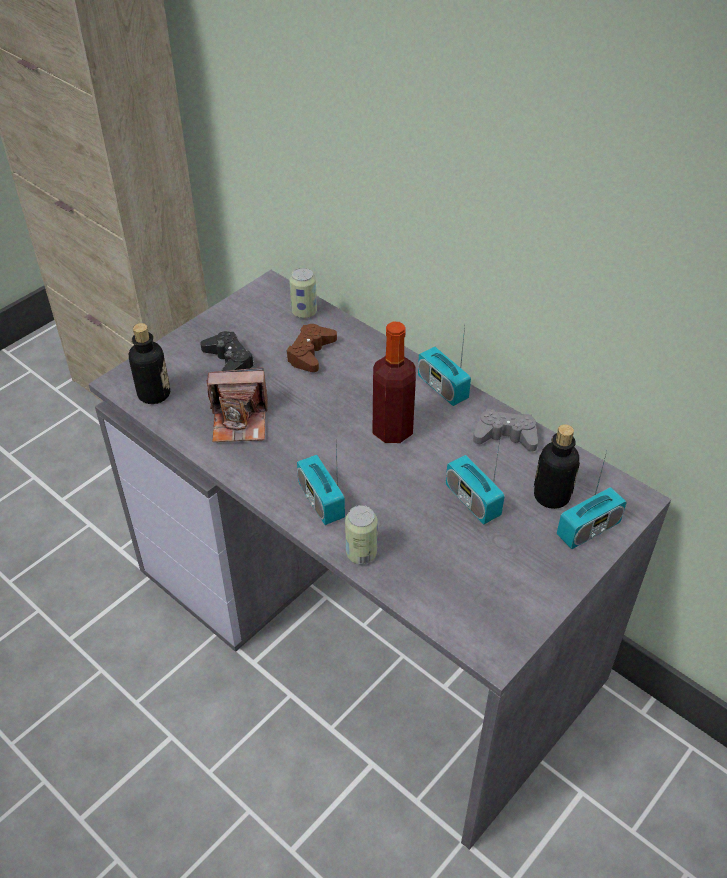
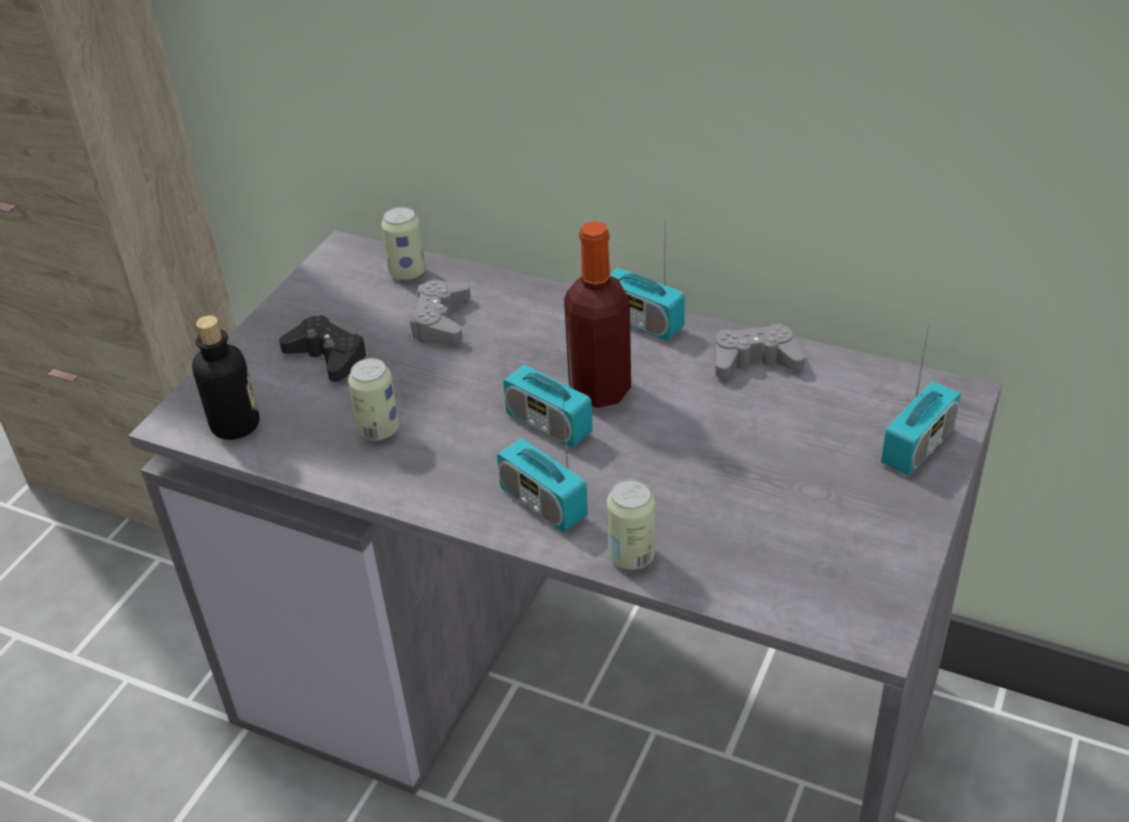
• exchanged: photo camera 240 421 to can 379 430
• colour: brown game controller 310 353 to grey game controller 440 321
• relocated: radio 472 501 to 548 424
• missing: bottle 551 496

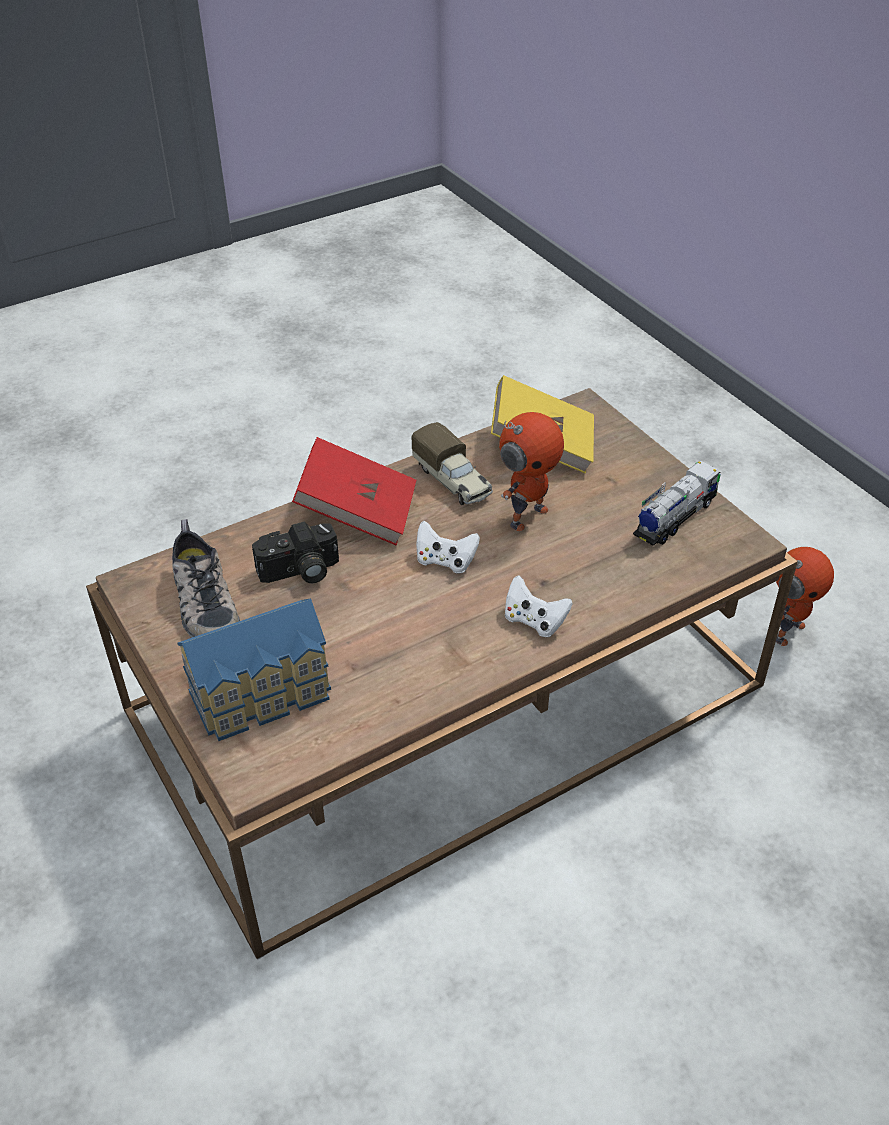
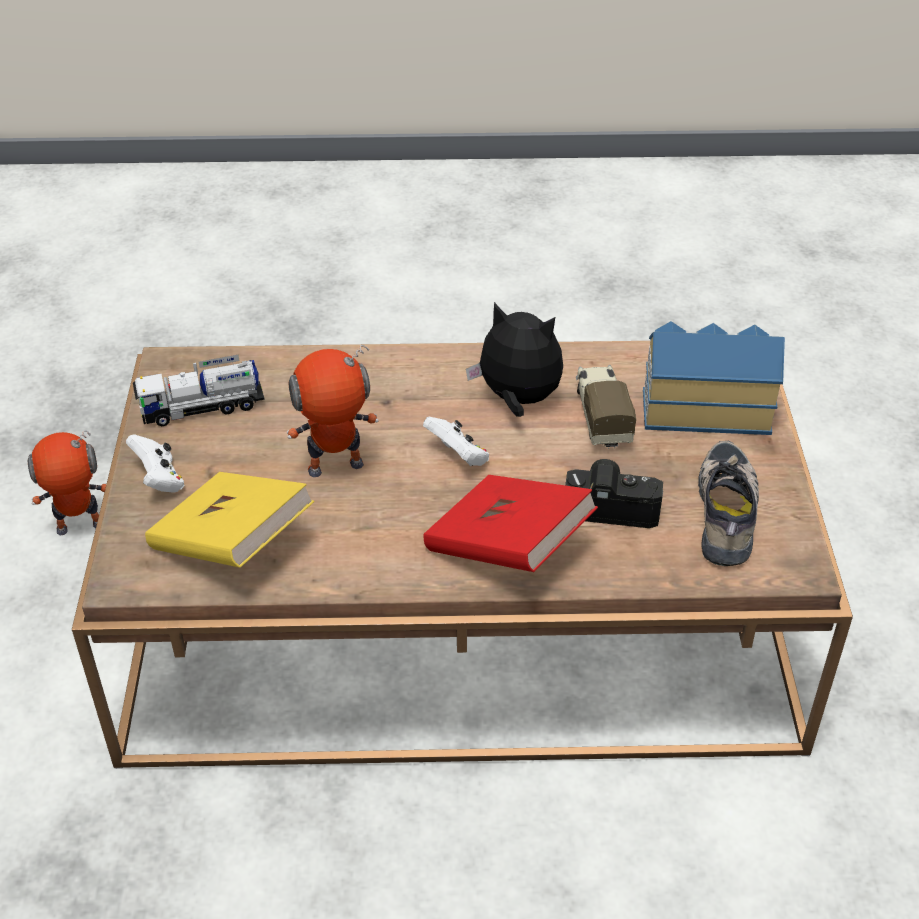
• relocated: white game controller 534 621 to 159 480
• appeared: plush toy 517 400
• relocated: toy truck 453 481 to 602 415

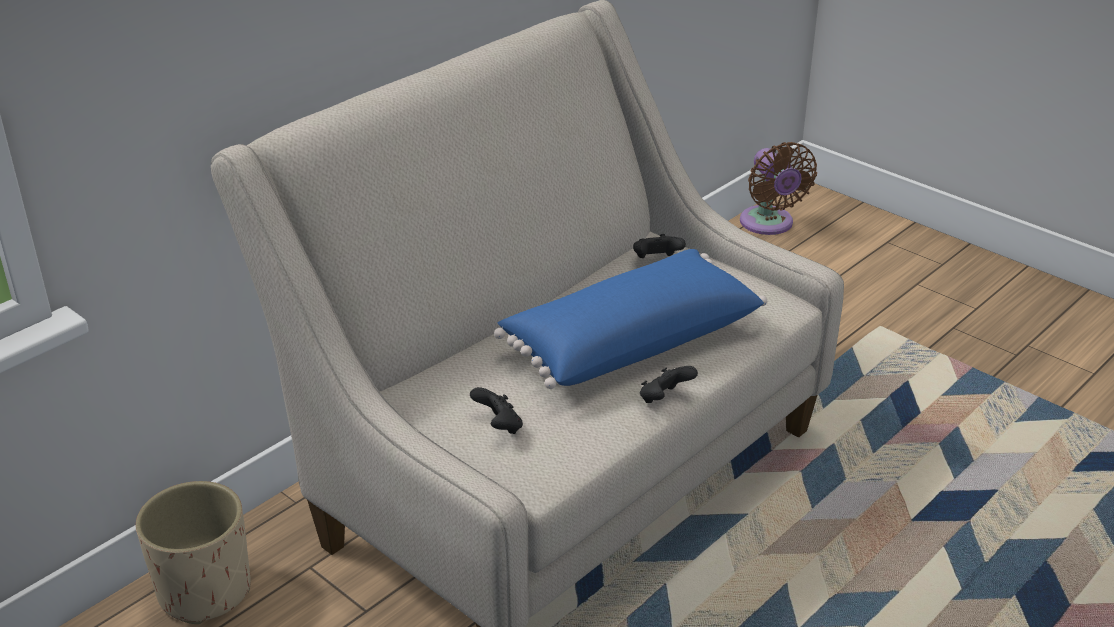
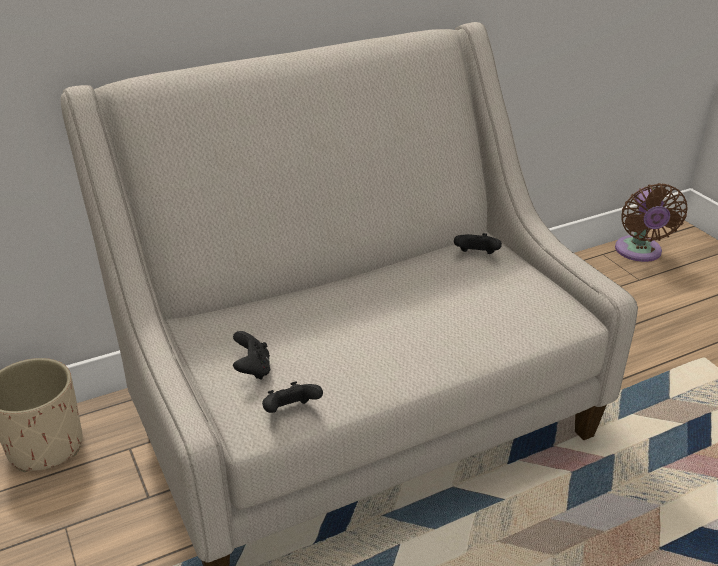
• relocated: black game controller 664 399 to 291 412
• missing: blue pillow 629 341

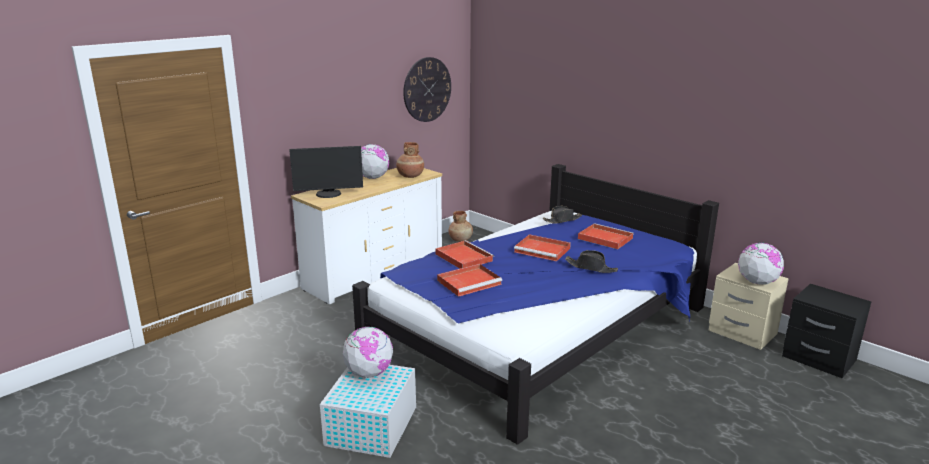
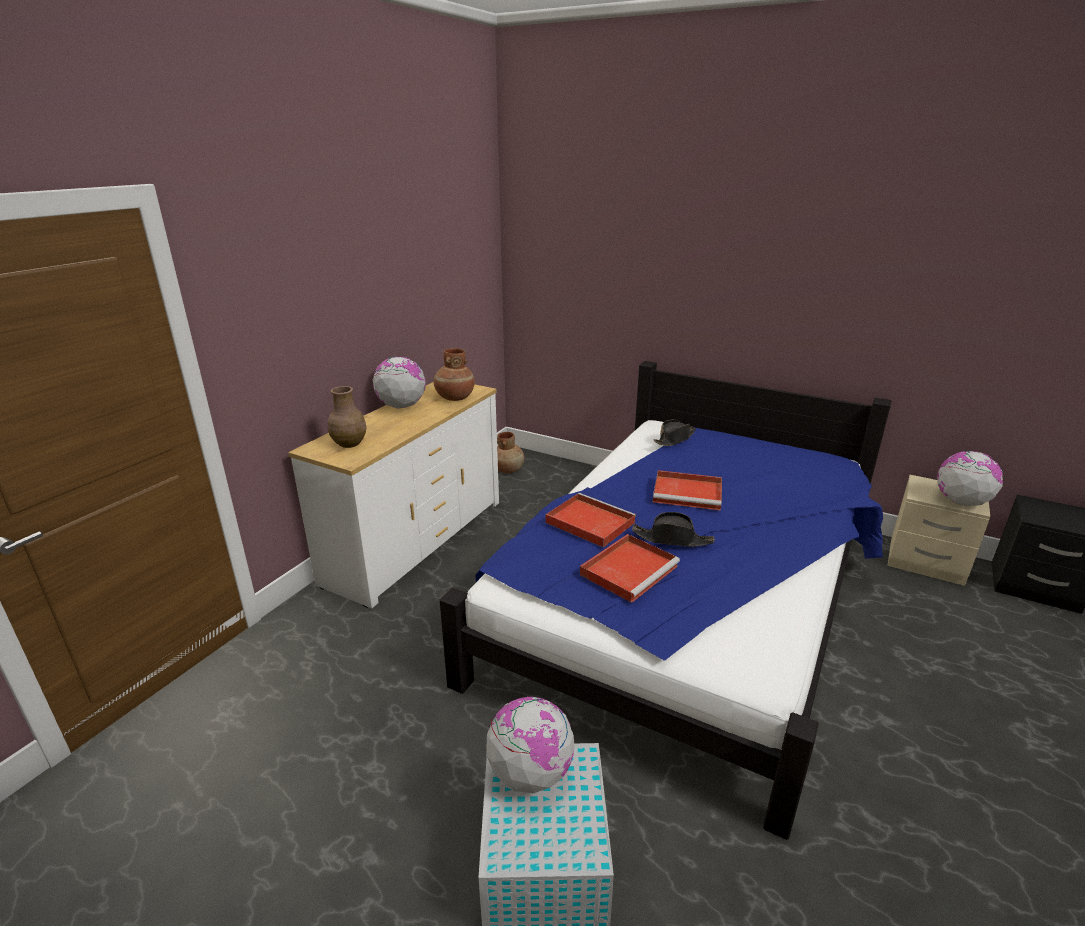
• exchanged: monitor 328 194 to brown vase 350 443
• relocated: black hat 591 267 to 672 539
• missing: wall clock 427 89
• missing: red tray 604 238

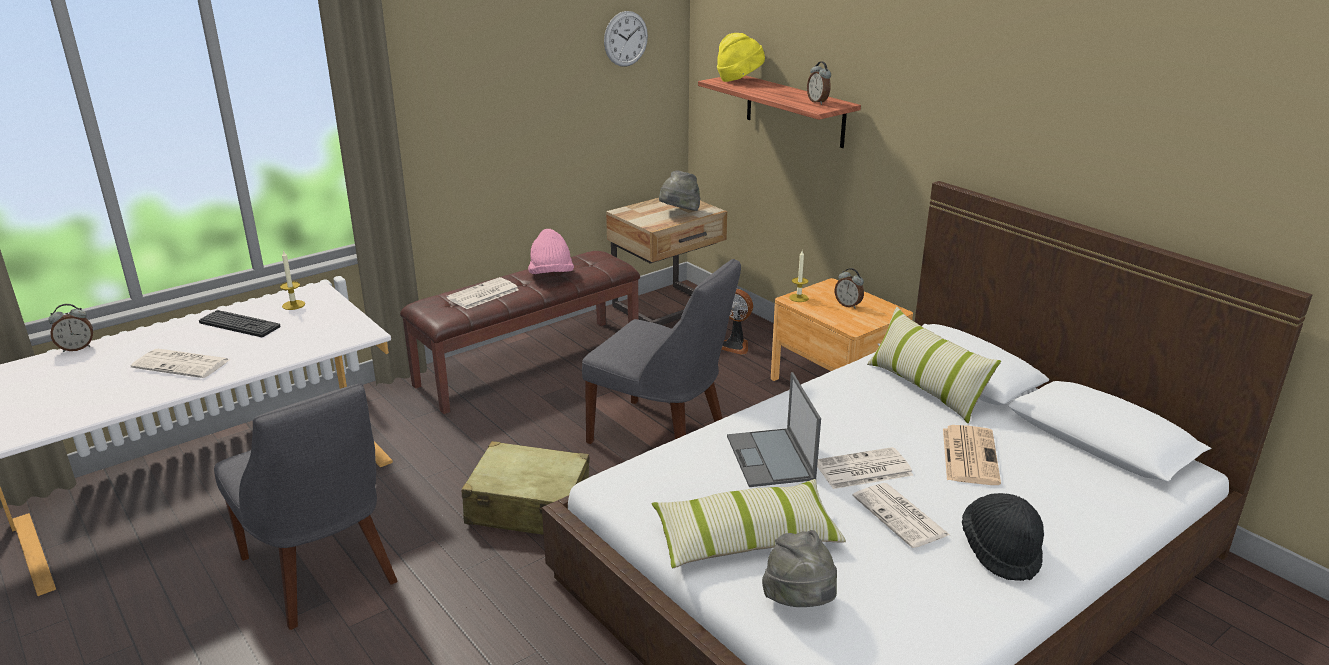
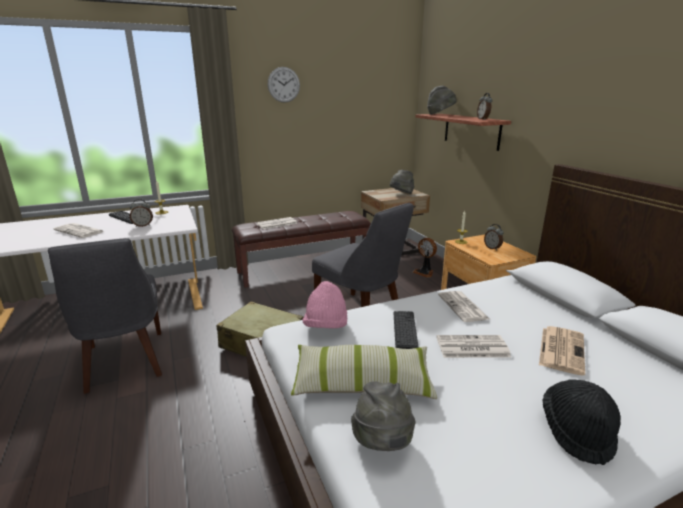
• relocated: alarm clock 77 348 to 143 225
• relocated: wall clock 625 39 to 283 84
• relocated: pink hat 551 275 to 326 326
• exchanged: laptop 771 458 to keyboard 405 330
• colour: yellow hat 739 80 to grey hat 440 114
• relocated: newspaper 901 516 to 463 307
• missing: pillow 925 388

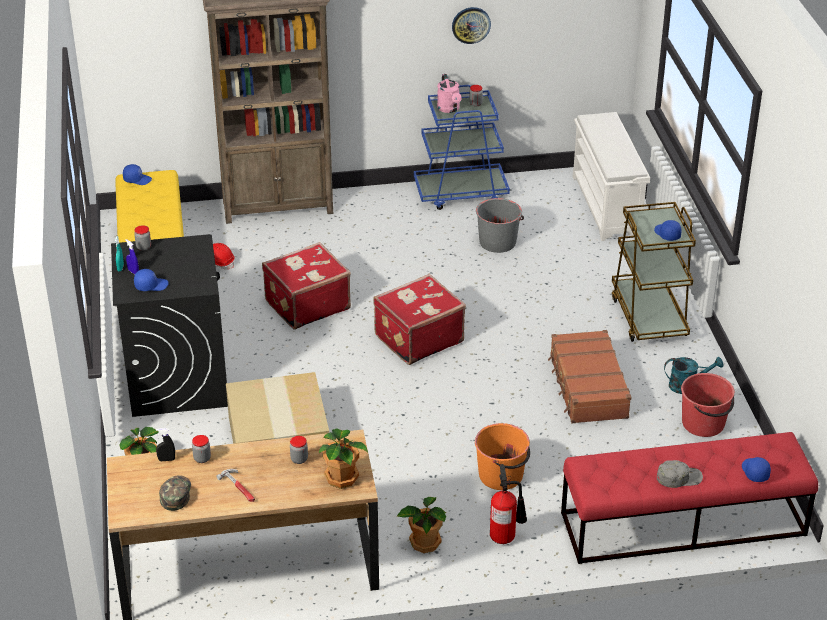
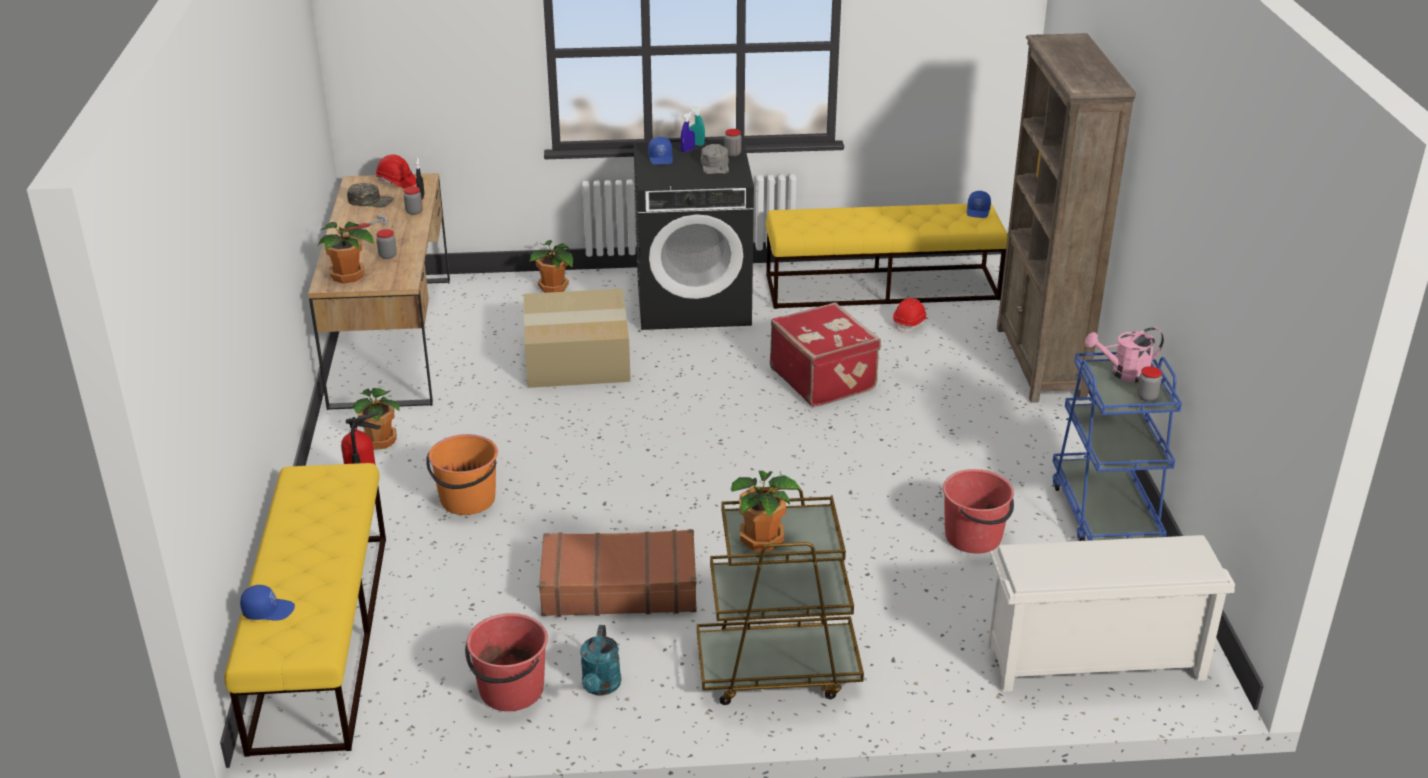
• colour: red bench 682 524 to yellow bench 321 637
• appeared: red hard hat 396 182
• relocated: grey cap 679 477 to 715 165
• exchanged: blue cap 666 234 to potted plant 763 539
• colour: grey bucket 498 242 to red bucket 974 537
• missing: red suitcase 417 338
• missing: wall clock 471 25

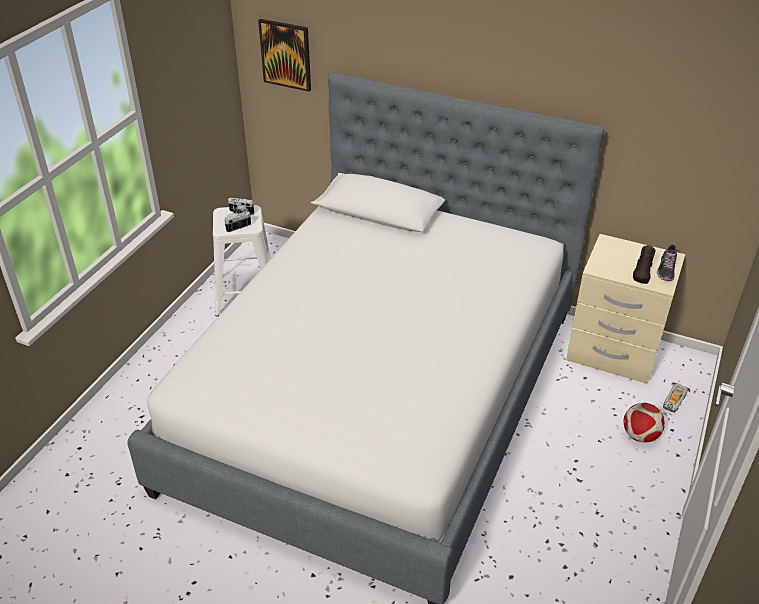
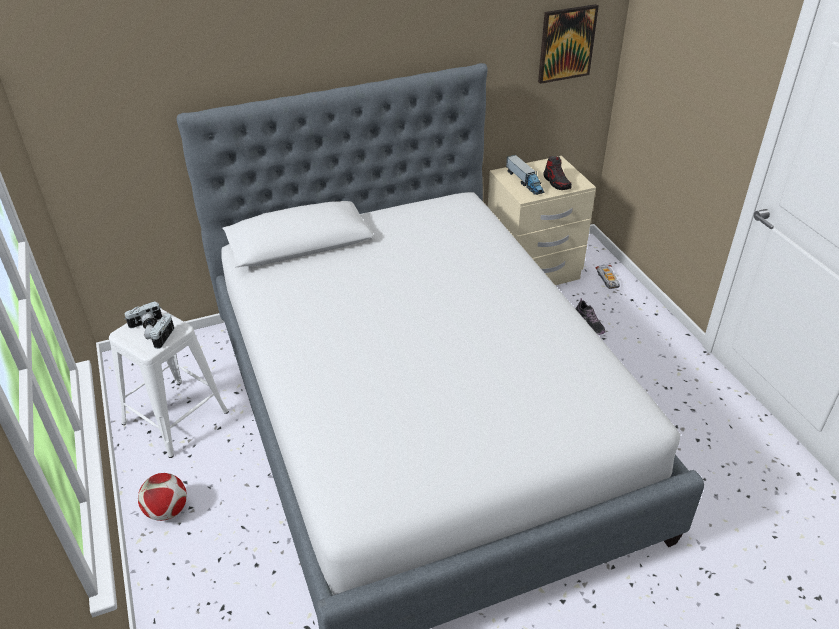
• relocated: football 640 435 to 167 510
• appeared: toy truck 524 181
• relocated: picture 286 54 to 566 43
• relocated: shoe 666 269 to 588 324

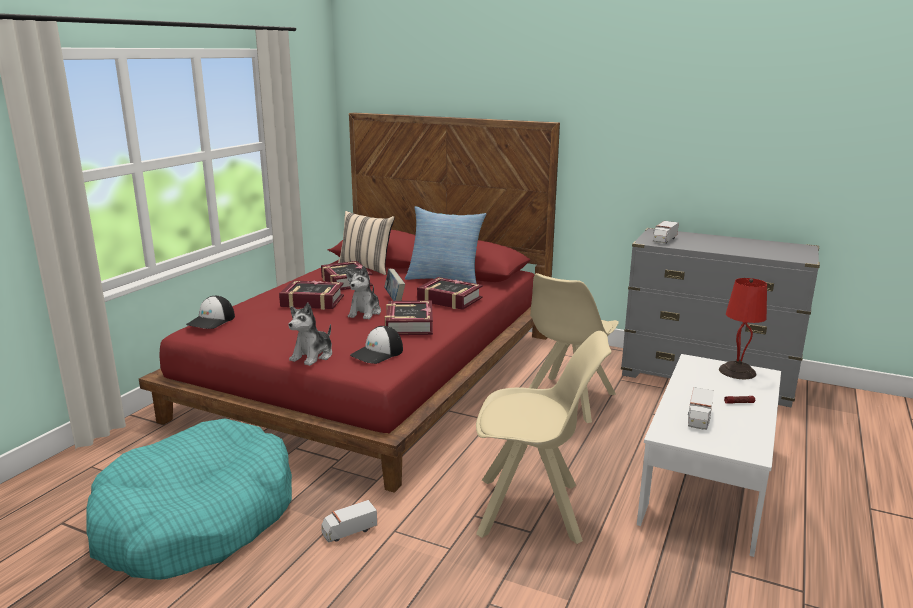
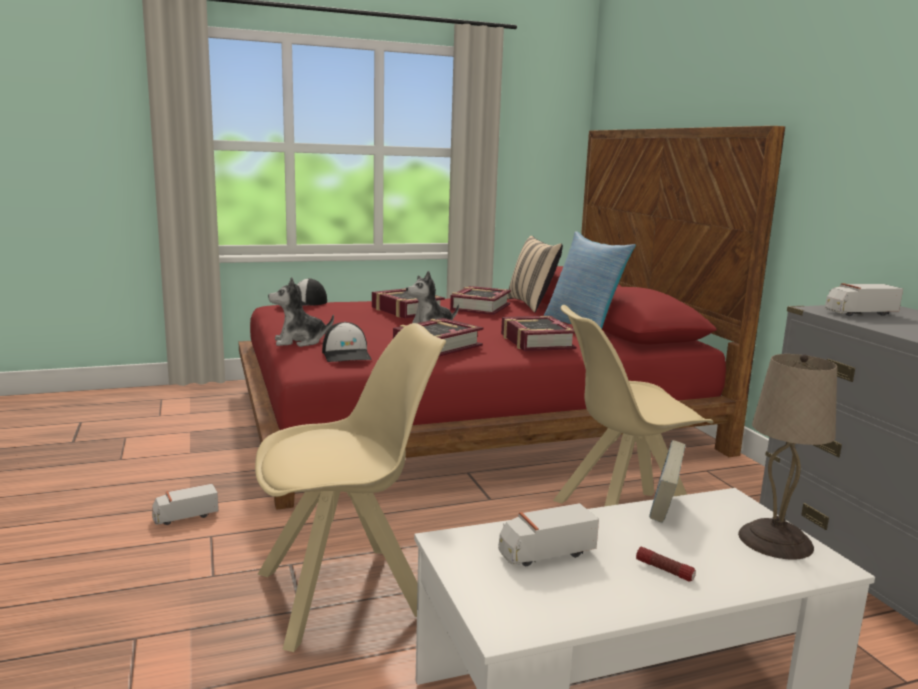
• spun: toy truck 349 531 = 185 516 45 degrees counterclockwise
• spun: beige chair 533 510 = 347 593 75 degrees counterclockwise
• spun: cap 377 353 = 347 355 105 degrees counterclockwise
• relocated: book 394 299 to 664 508
• colour: red table lamp 736 371 to beige table lamp 775 540
• missing: turquoise dog bed 196 519

